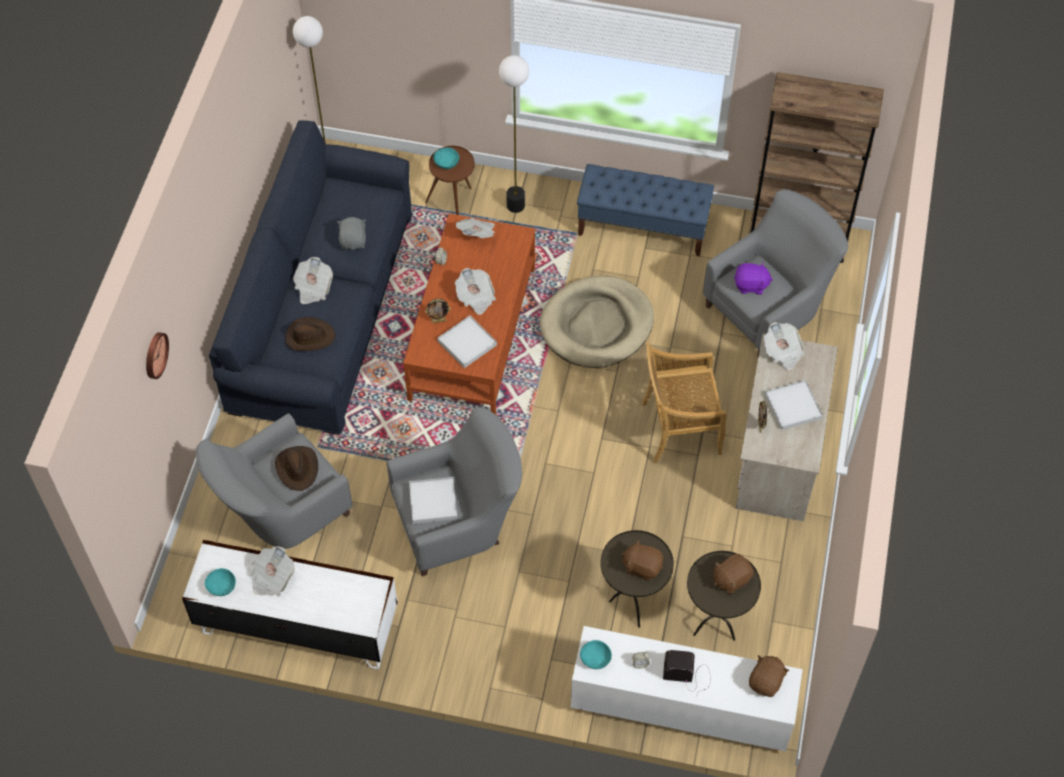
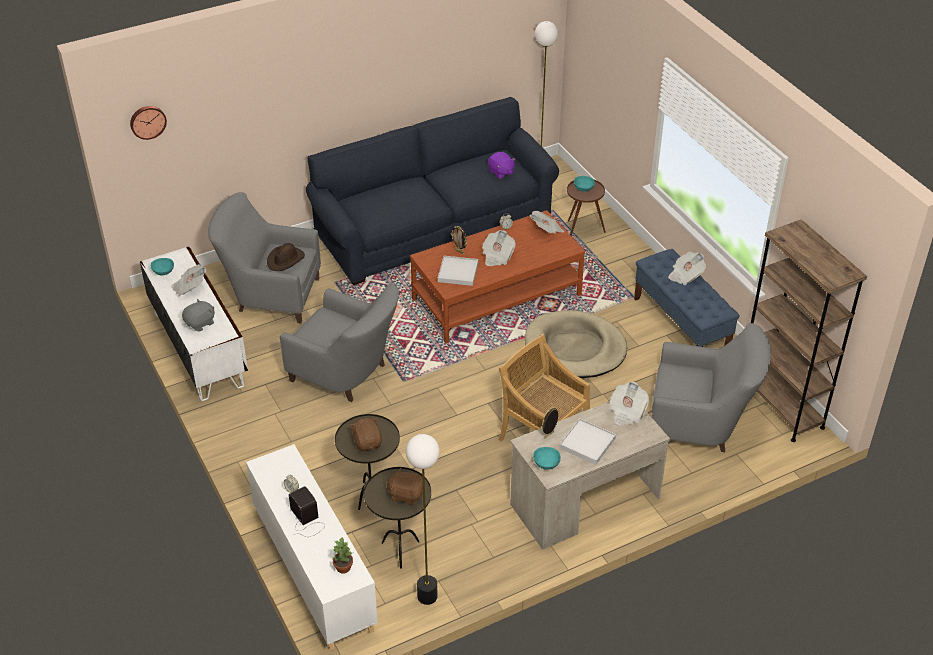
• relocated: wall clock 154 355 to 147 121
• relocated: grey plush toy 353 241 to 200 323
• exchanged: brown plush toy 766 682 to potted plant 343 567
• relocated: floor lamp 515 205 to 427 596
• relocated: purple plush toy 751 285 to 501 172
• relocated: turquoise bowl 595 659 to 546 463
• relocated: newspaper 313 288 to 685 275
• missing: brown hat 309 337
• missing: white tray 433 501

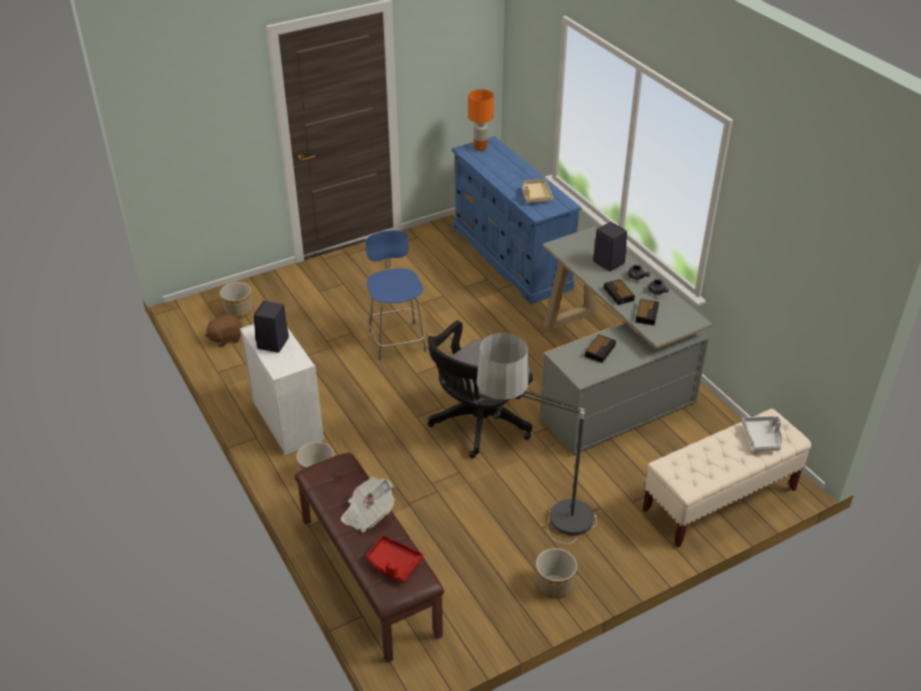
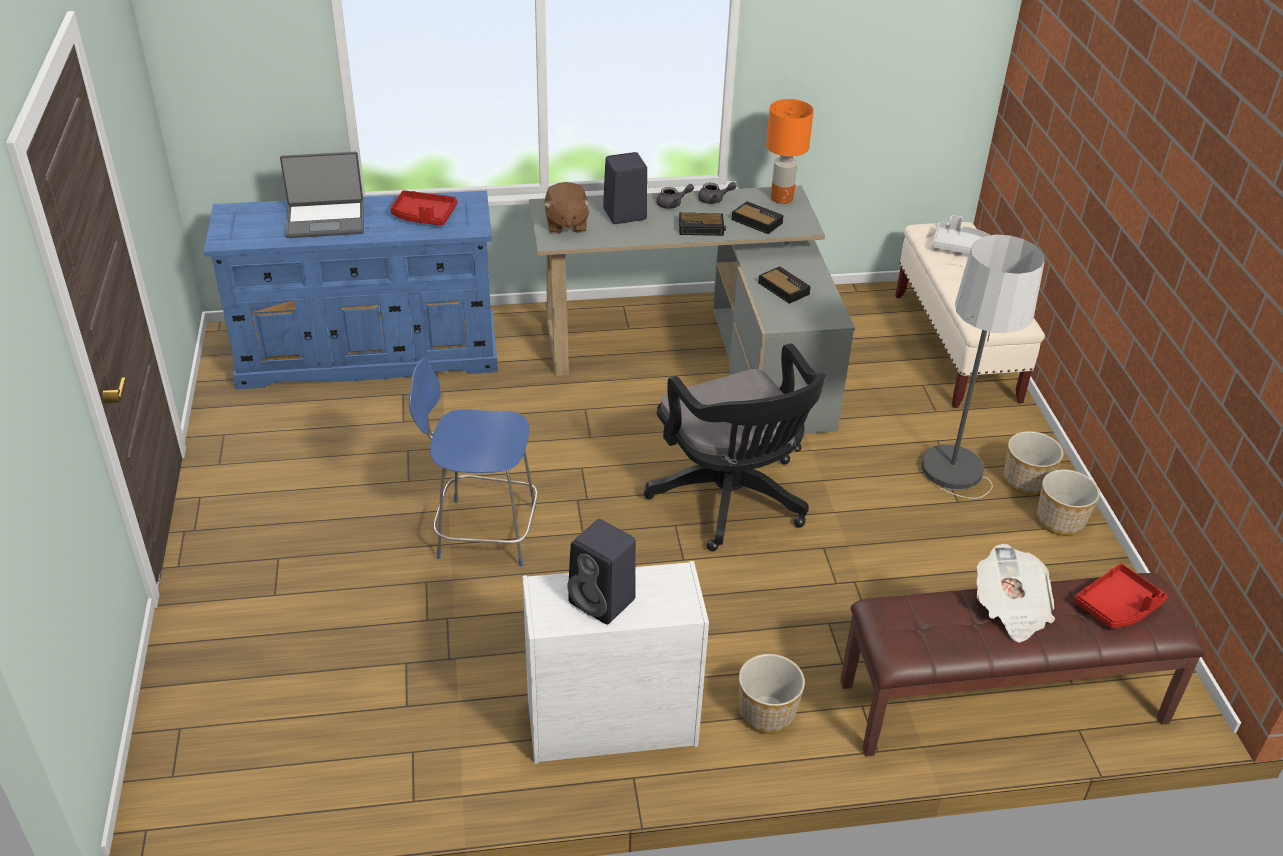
• appeared: laptop 326 220
• colour: beige tray 536 196 to red tray 424 216
• relocated: brown plush toy 226 338 to 566 224
• relocated: orange table lamp 480 148 to 782 198
• relocated: planter 238 311 to 1025 481

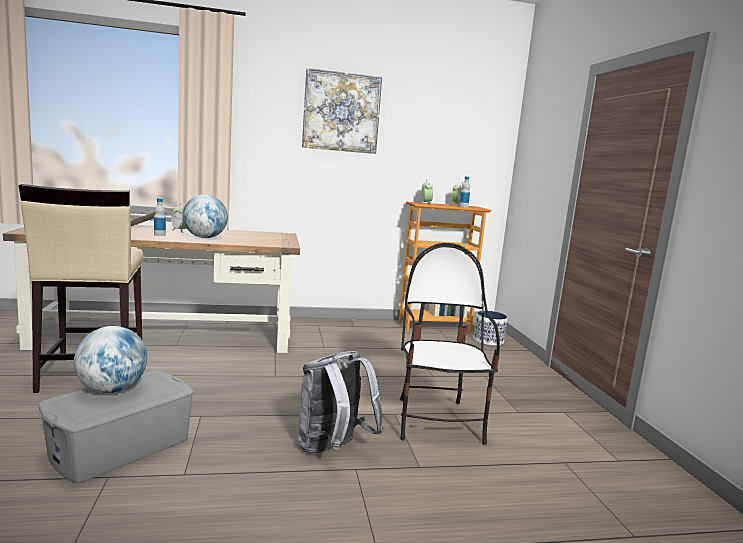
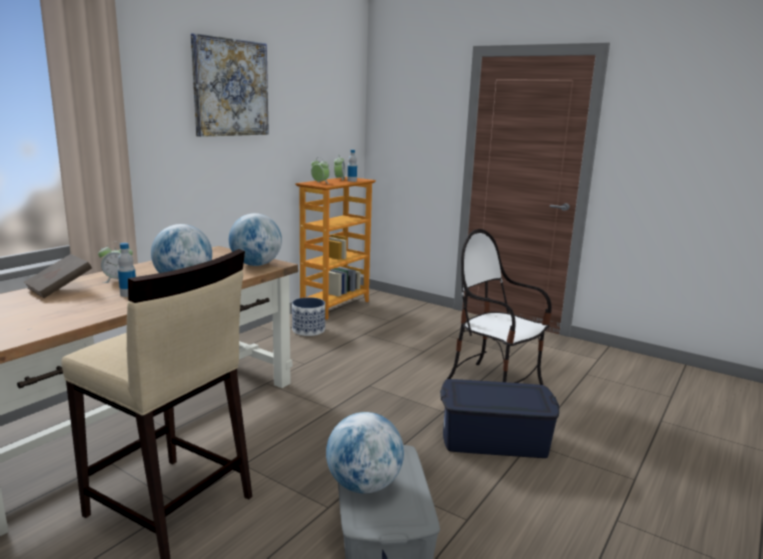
• appeared: globe 256 265
• relocated: planter 488 340 to 308 330
• exchanged: grey backpack 333 450 to blue storage box 494 439

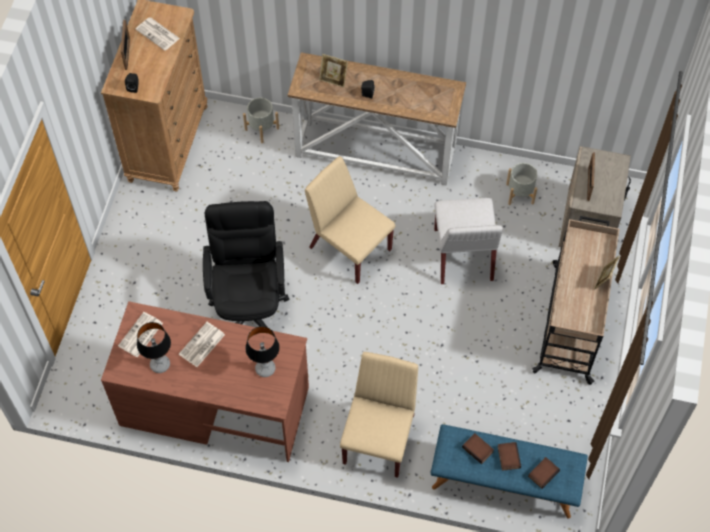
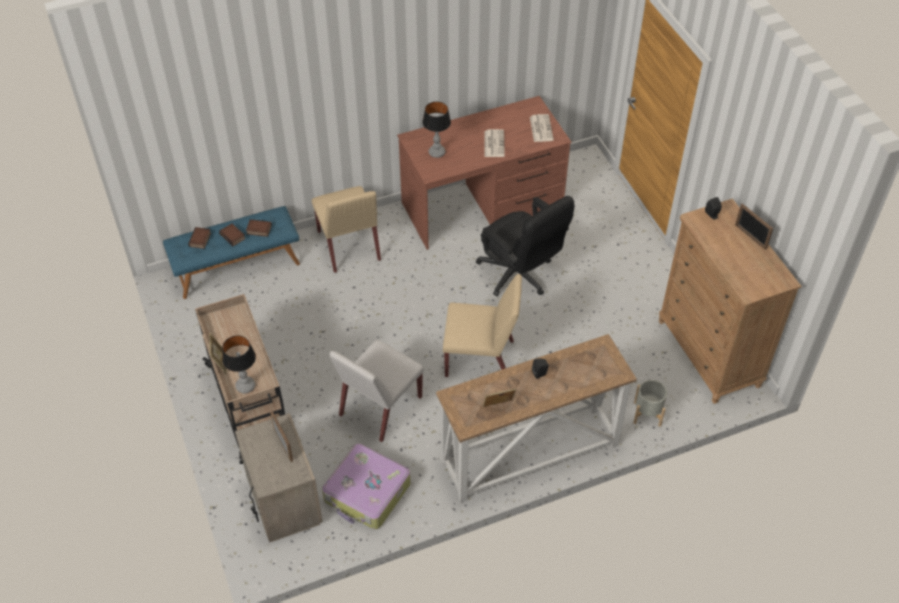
• relocated: table lamp 160 365 to 245 385
• exchanged: grey planter 520 194 to suitcase 367 493
• spun: white chair 463 255 = 380 407 105 degrees counterclockwise
• relocated: picture frame 333 80 to 498 407
• missing: newspaper 158 34

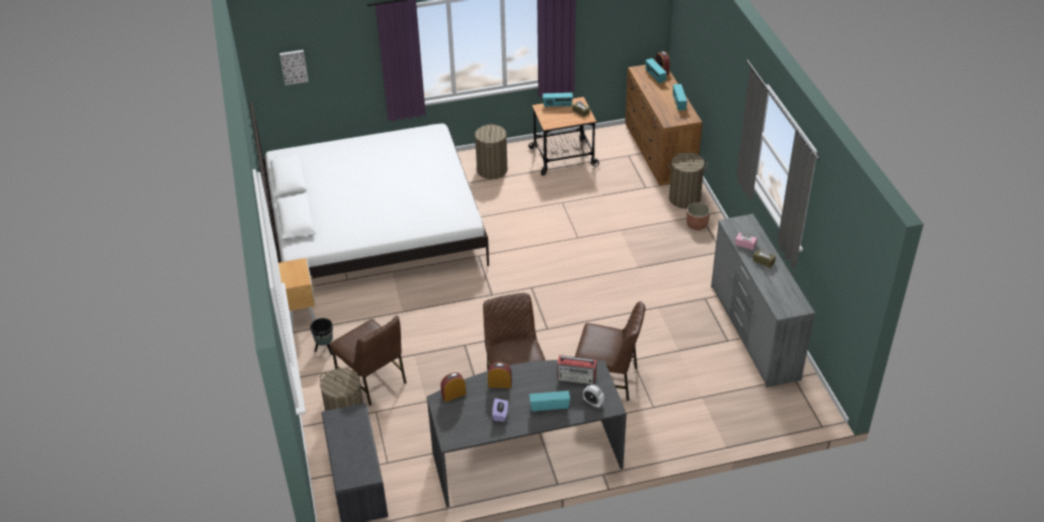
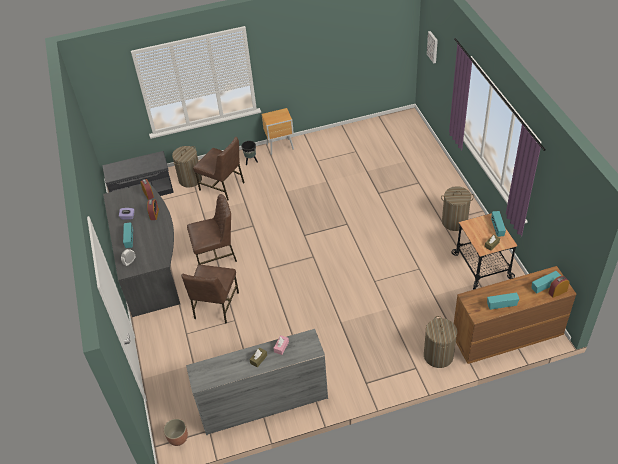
• relocated: planter 697 225 to 178 438
• spun: brown chair 373 380 = 223 186 105 degrees counterclockwise
• missing: white bed 373 224
• missing: radio 577 377

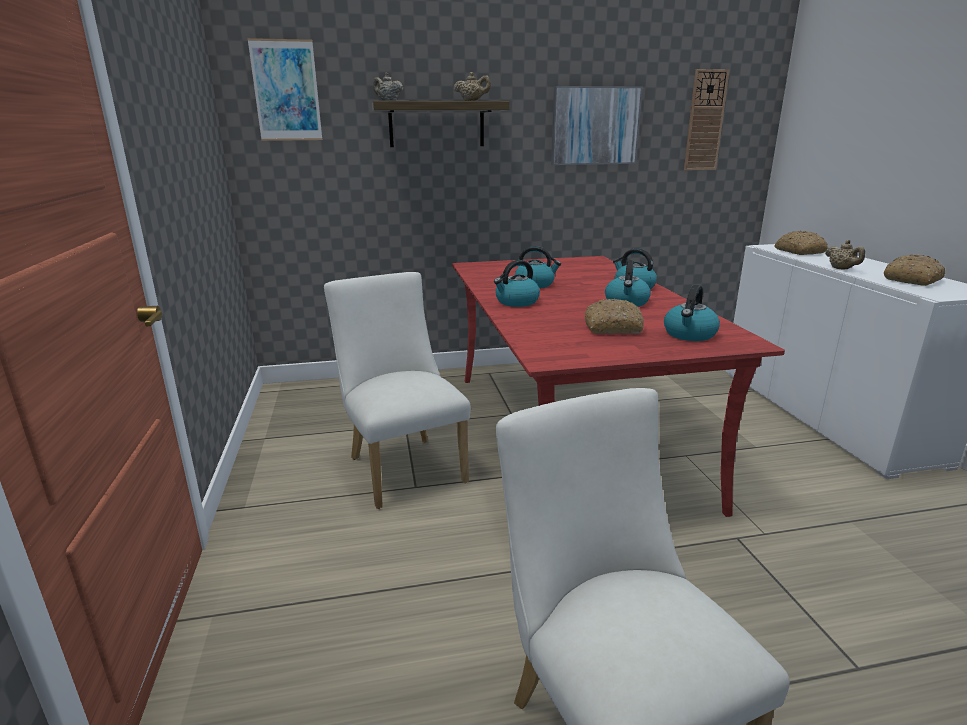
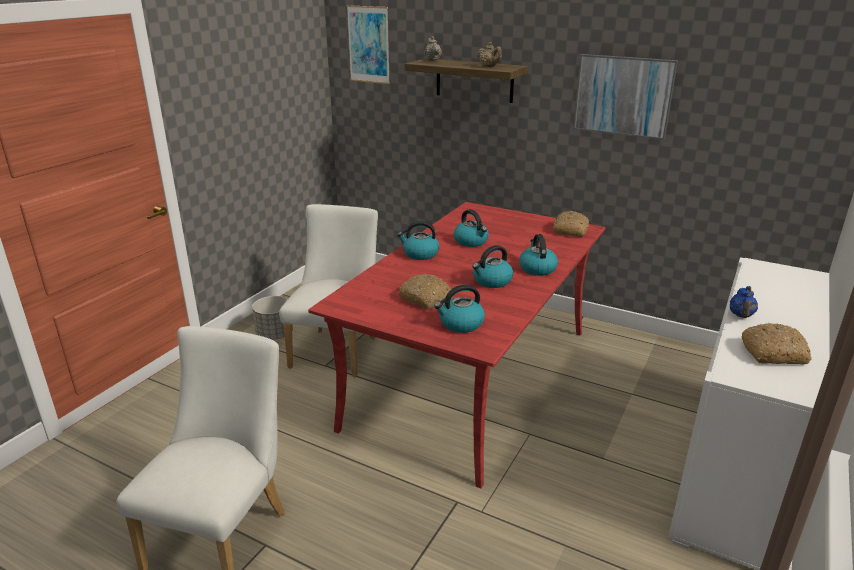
• appeared: grey planter 274 335
• relocated: bread 799 251 to 570 230
• colour: beige teapot 842 269 to blue teapot 741 316
• missing: wall clock 705 121

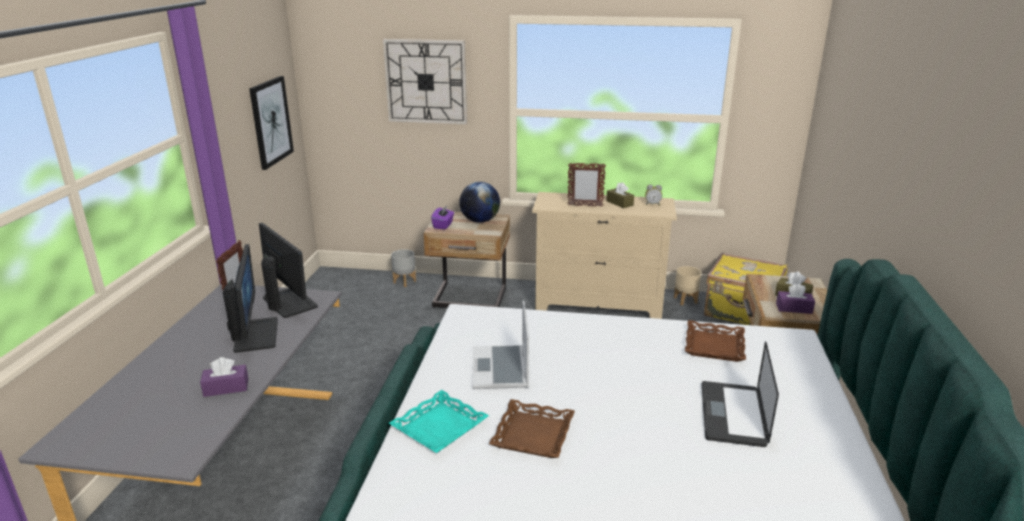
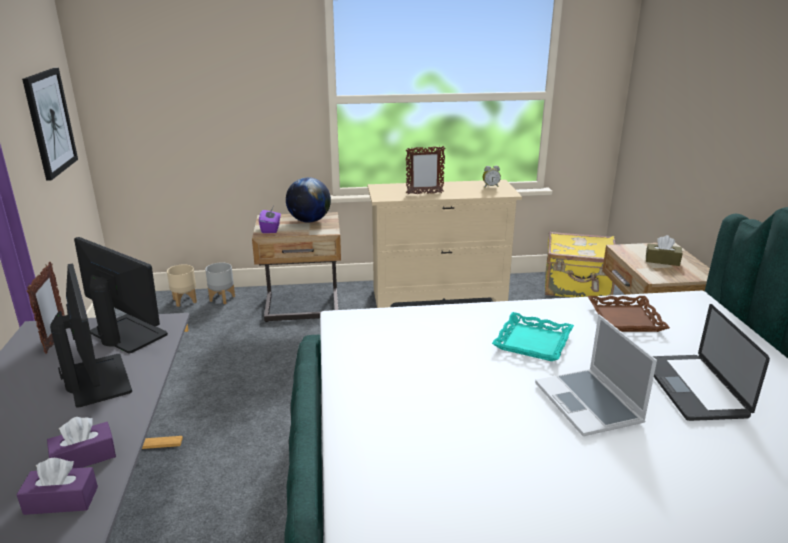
• relocated: purple tissue box 794 308 to 61 500
• relocated: beige planter 685 300 to 185 300
• relocated: turquoise tray 439 427 to 532 342
• relocated: laptop 501 369 to 589 404
• missing: wall clock 426 81
• missing: brown tray 533 435
• missing: brown tissue box 619 203

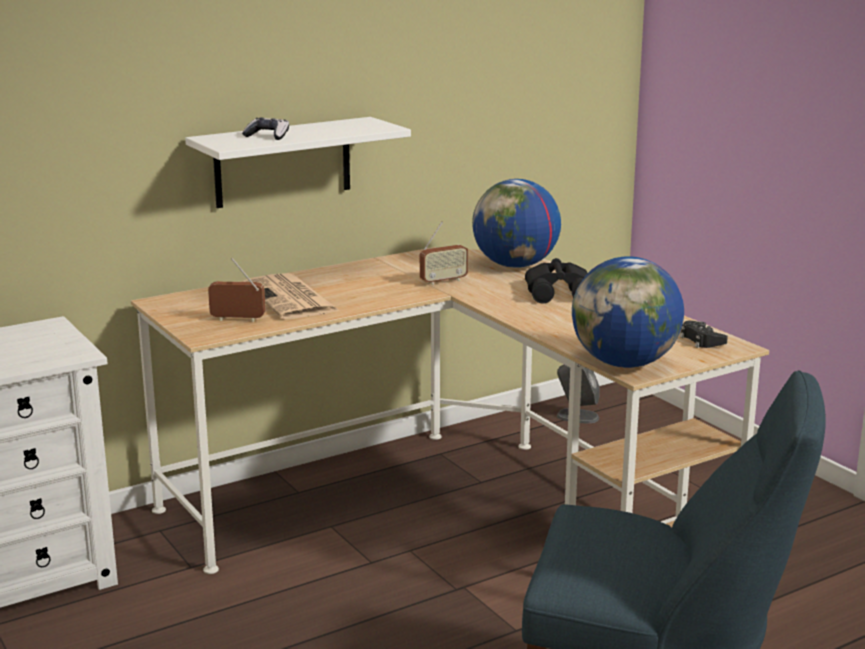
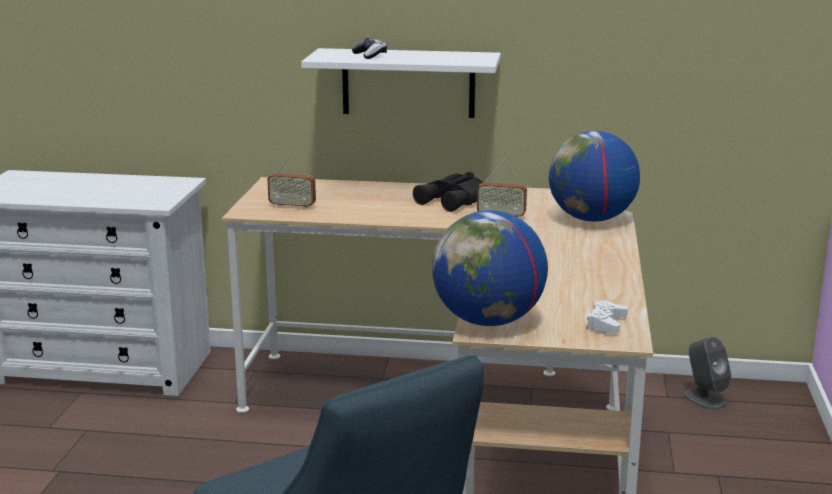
• spun: radio 237 319 = 292 206 150 degrees clockwise
• relocated: black binoculars 560 292 to 455 200
• colour: black game controller 701 340 to white game controller 606 324
• missing: newspaper 291 299

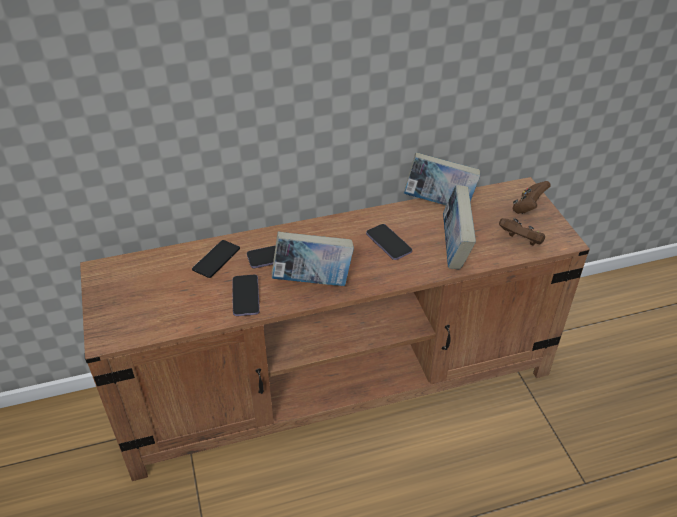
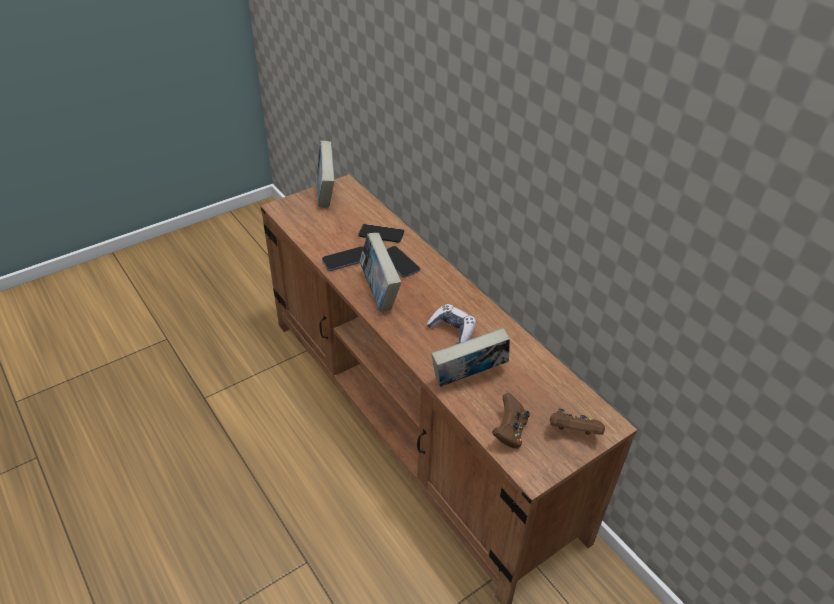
• relocated: book 439 203 to 326 193
• exchanged: phone 388 243 to game controller 452 329

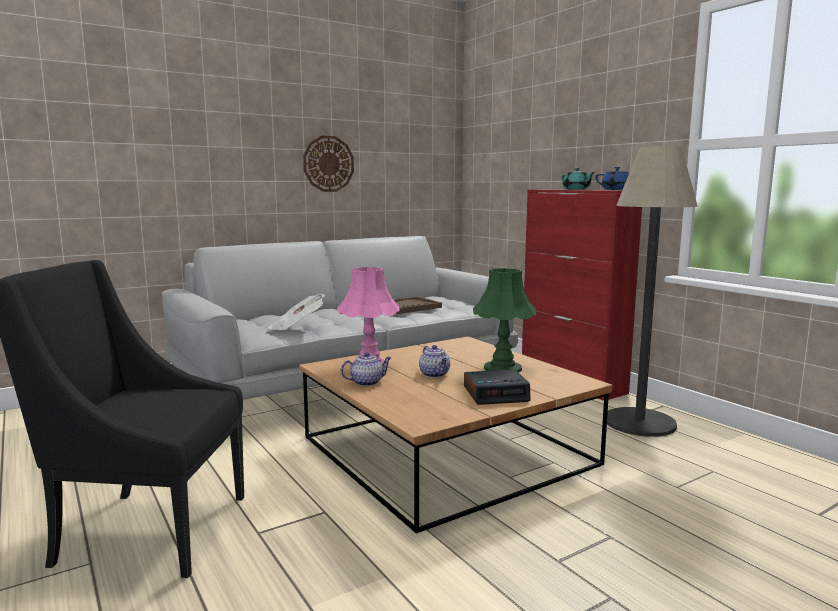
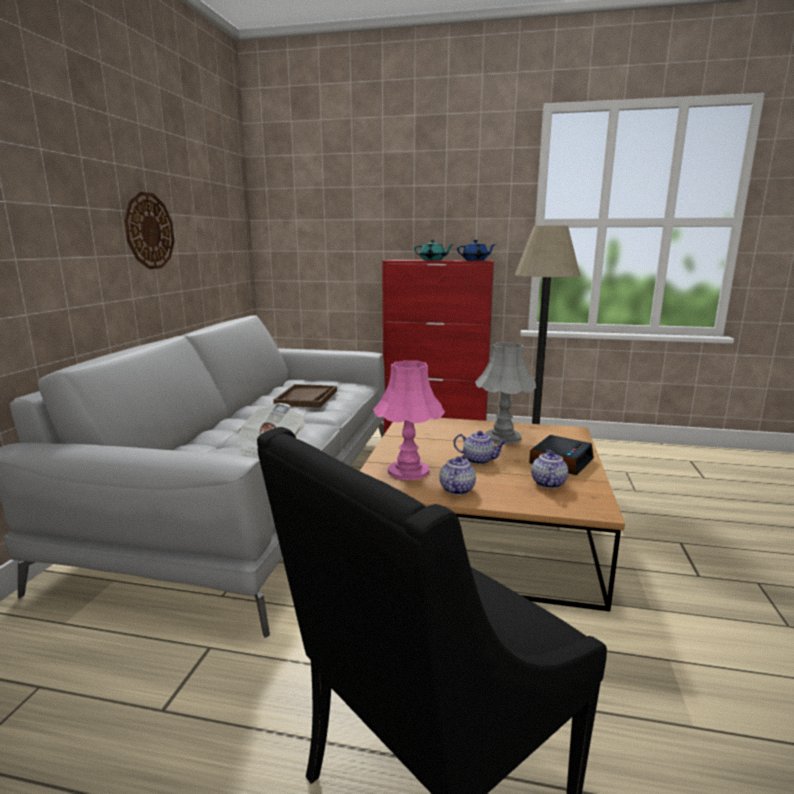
• colour: green table lamp 502 368 to grey table lamp 502 437
• appeared: teapot 547 483

